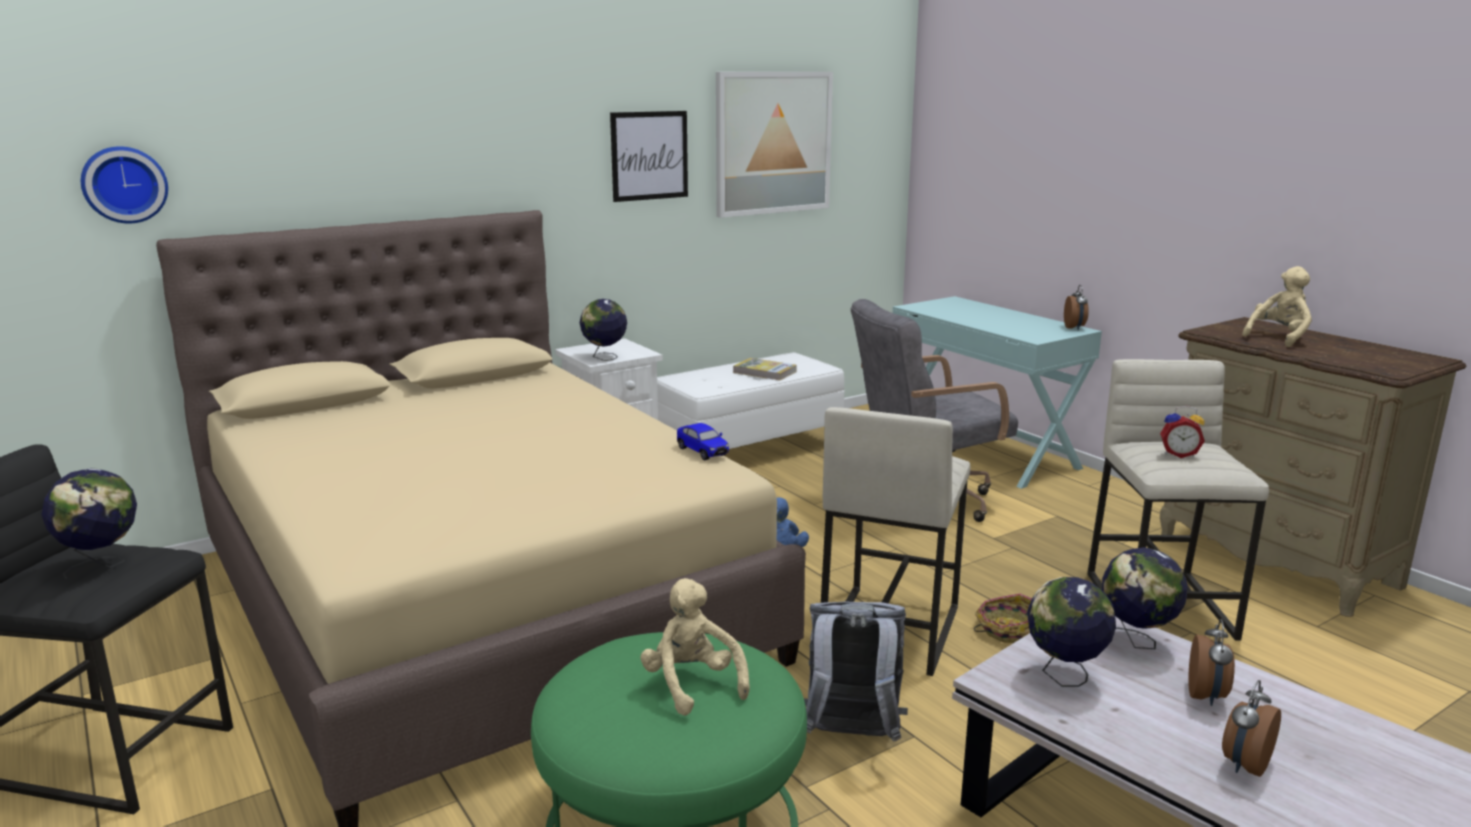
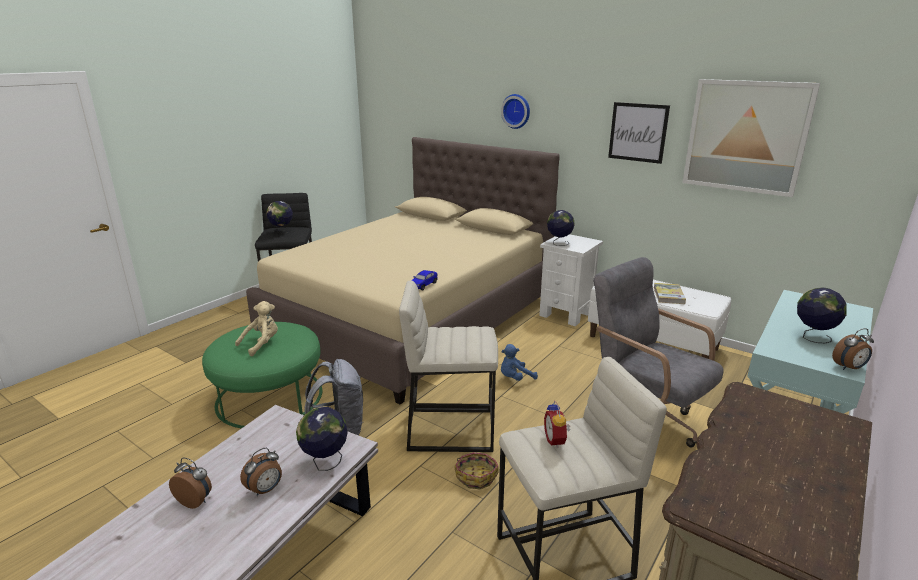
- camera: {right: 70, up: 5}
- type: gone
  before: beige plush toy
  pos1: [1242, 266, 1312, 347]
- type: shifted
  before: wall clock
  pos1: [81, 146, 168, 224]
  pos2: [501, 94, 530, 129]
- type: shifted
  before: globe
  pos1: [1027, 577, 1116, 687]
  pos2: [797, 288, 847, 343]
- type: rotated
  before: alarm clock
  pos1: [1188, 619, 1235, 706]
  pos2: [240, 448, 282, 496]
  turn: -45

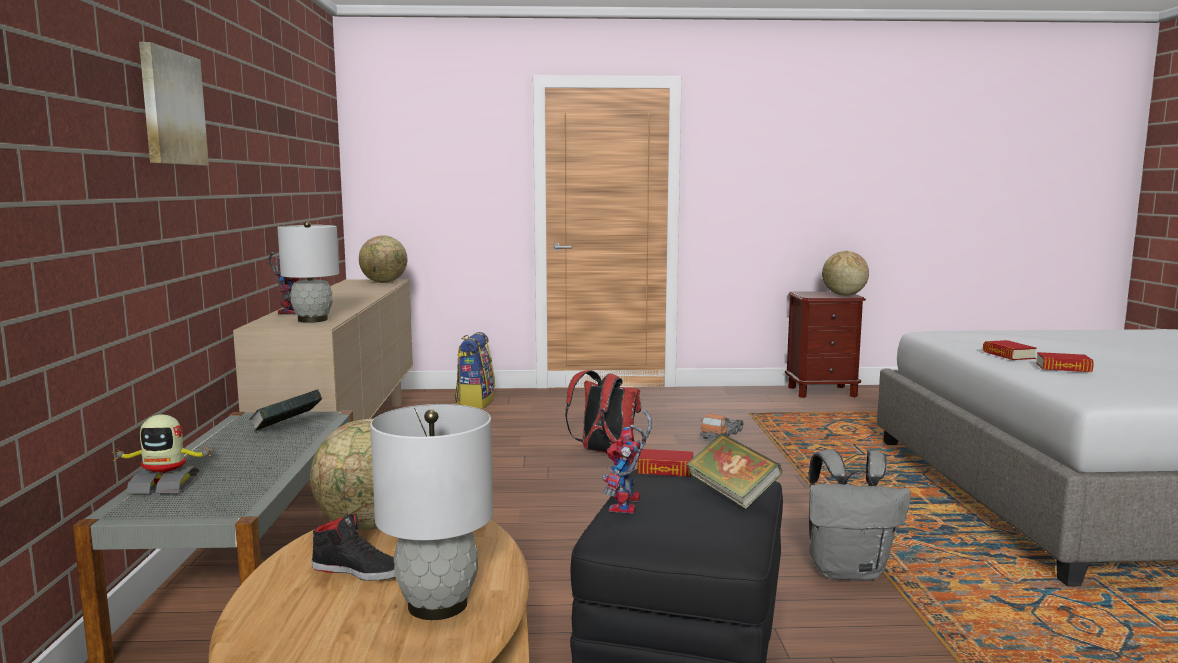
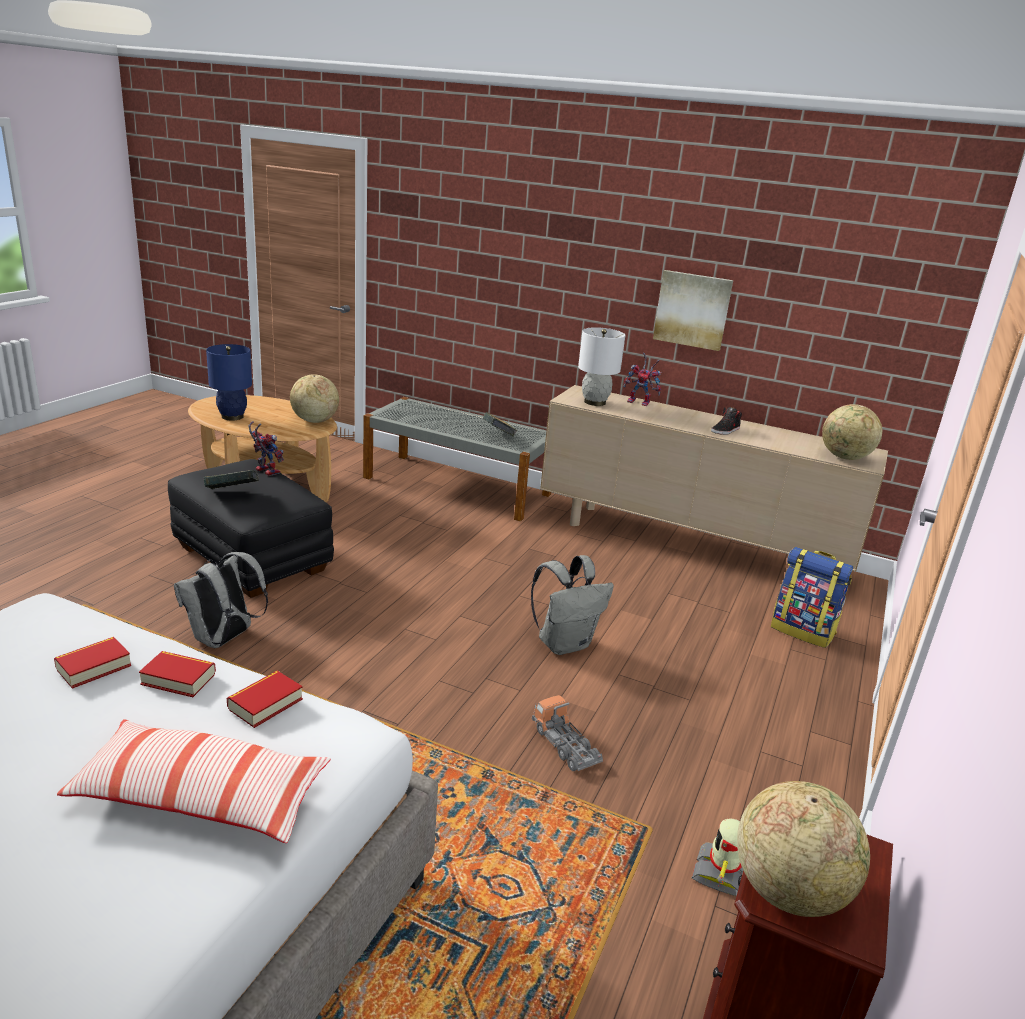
- camera: {right: 115, up: 15}
- type: new
  after: pillow
  pos2: [57, 719, 331, 843]
- type: shifted
  before: toy robot
  pos1: [112, 414, 212, 494]
  pos2: [692, 818, 743, 896]
- type: shifted
  before: picture
  pos1: [139, 42, 209, 165]
  pos2: [653, 270, 733, 351]
- type: shifted
  before: black shoe
  pos1: [311, 513, 395, 581]
  pos2: [711, 407, 742, 435]
- type: shifted
  before: book
  pos1: [637, 449, 693, 477]
  pos2: [227, 670, 303, 728]
- type: repainted
  before: white table lamp
  after: blue table lamp
  pos1: [370, 404, 493, 620]
  pos2: [206, 344, 252, 421]
- type: repainted
  before: red backpack
  after: grey backpack
  pos1: [565, 370, 641, 453]
  pos2: [531, 555, 614, 655]

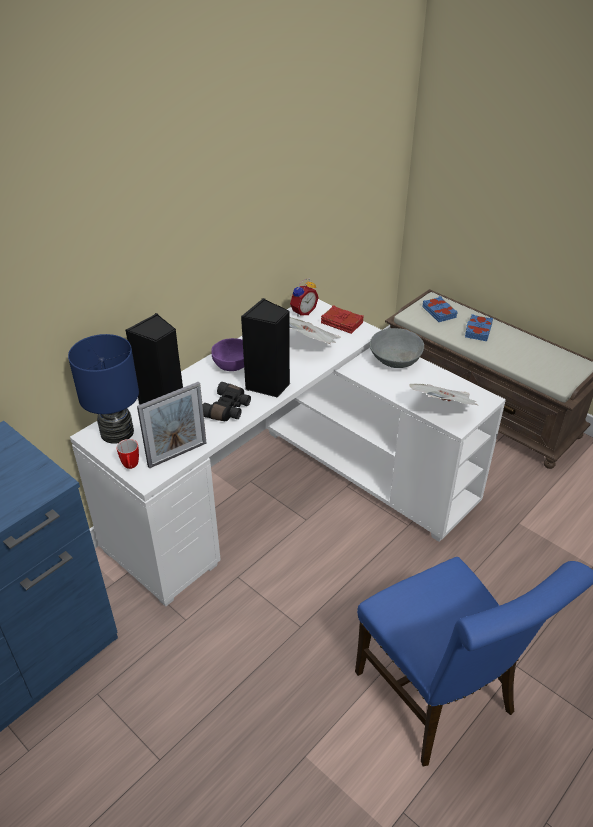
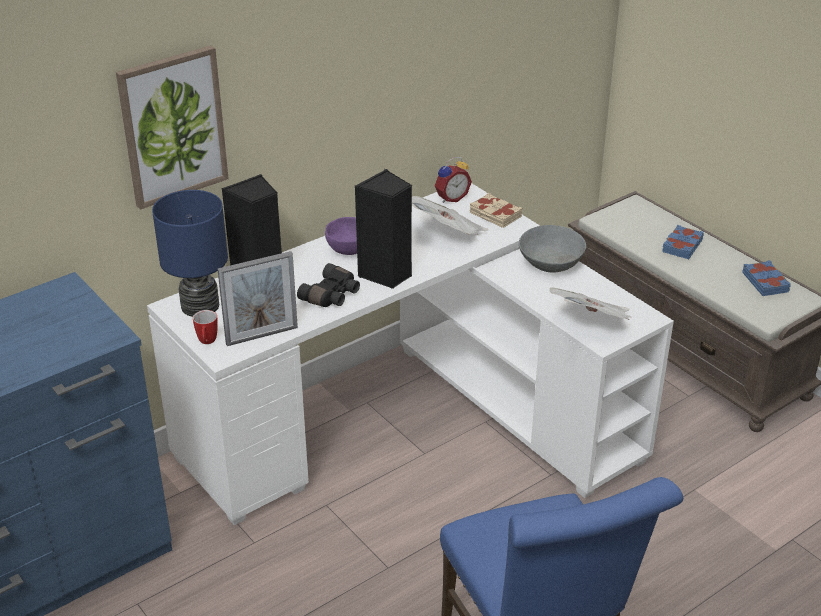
- camera: {right: 10, up: -5}
- type: new
  after: picture
  pos2: [116, 45, 229, 210]
- type: shifted
  before: blue book
  pos1: [422, 296, 458, 322]
  pos2: [742, 260, 791, 296]
- type: repainted
  before: red book
  after: beige book
  pos1: [321, 305, 363, 334]
  pos2: [470, 193, 522, 228]

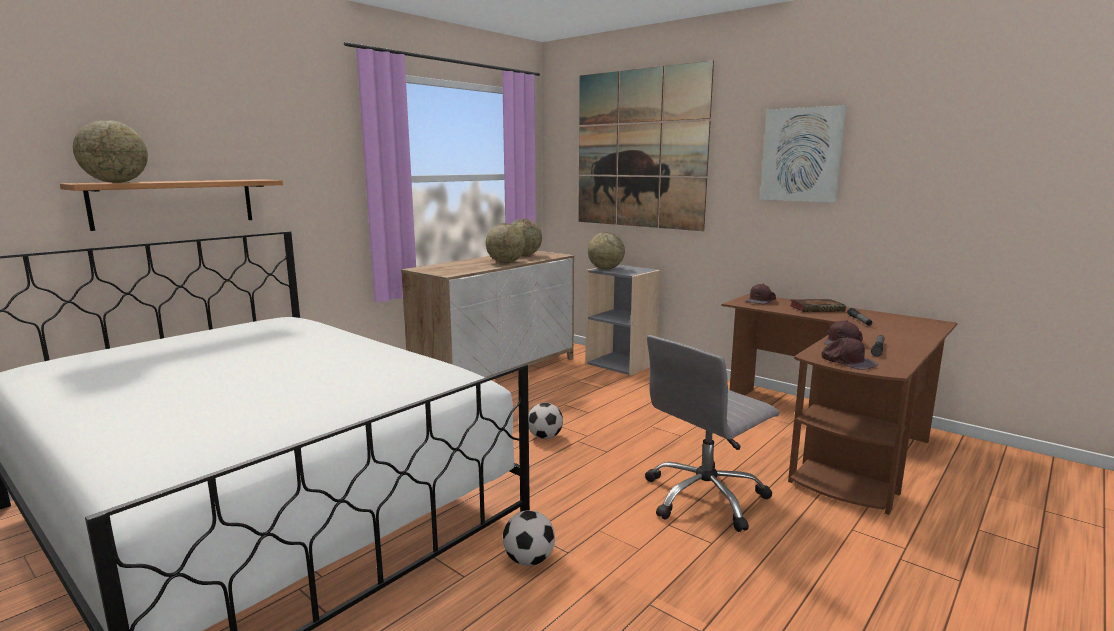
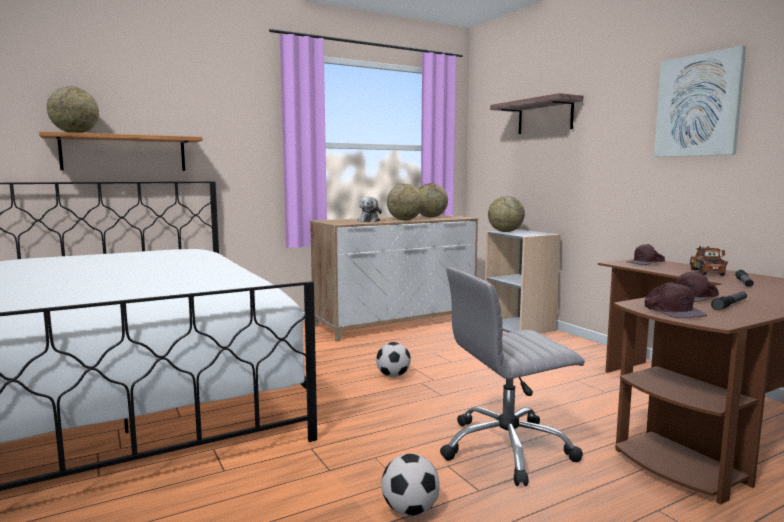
- camera: {right: 20, up: -5}
- type: new
  after: plush toy
  pos2: [357, 197, 382, 222]
- type: shifted
  before: football
  pos1: [503, 510, 555, 566]
  pos2: [381, 453, 440, 516]
- type: swapped
  before: picture
  after: shelf
  pos1: [578, 60, 714, 231]
  pos2: [490, 93, 583, 134]
- type: swapped
  before: book
  after: toy truck
  pos1: [789, 299, 846, 312]
  pos2: [690, 245, 728, 276]

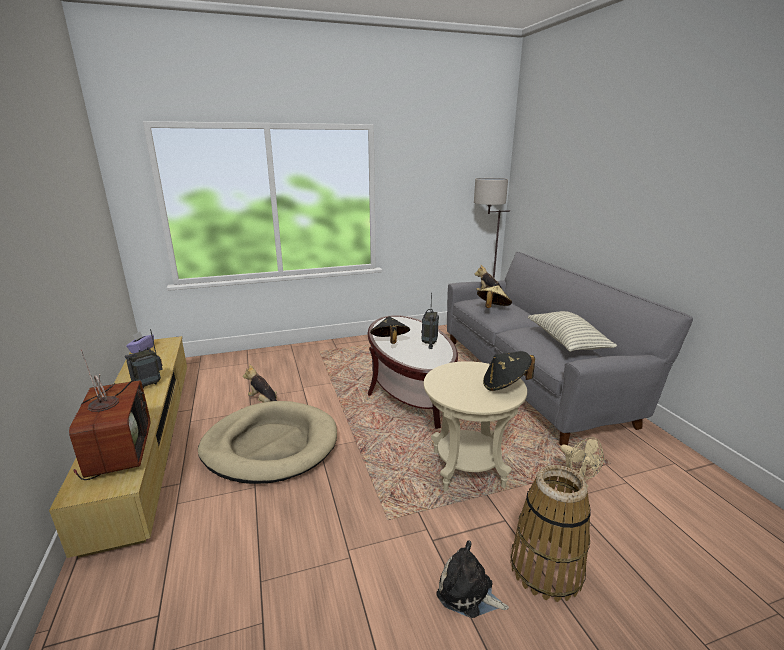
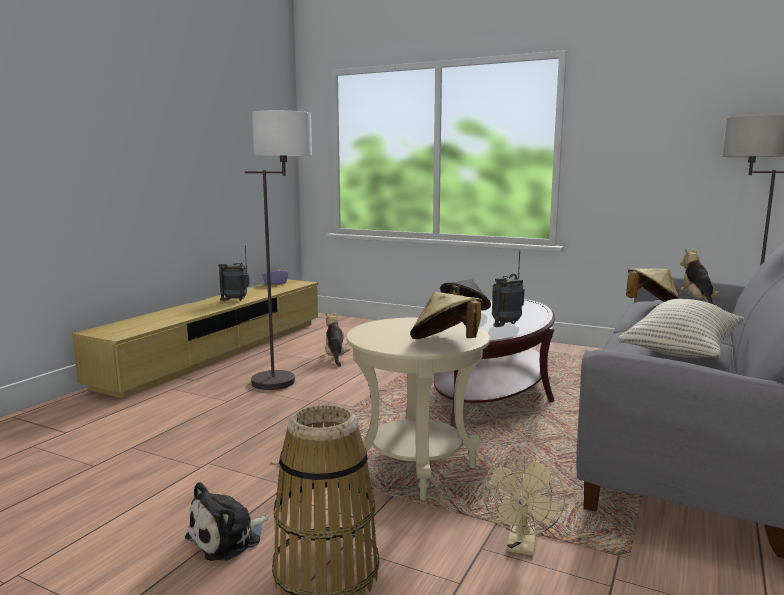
- camera: {right: 45, up: -10}
- type: gone
  before: television
  pos1: [69, 349, 150, 480]
- type: swapped
  before: beige dog bed
  after: white floor lamp
  pos1: [198, 401, 337, 484]
  pos2: [245, 110, 312, 390]
- type: repainted
  before: black hat
  after: beige hat
  pos1: [483, 351, 535, 391]
  pos2: [410, 292, 483, 339]
- type: rotated
  before: plush toy
  pos1: [437, 540, 509, 618]
  pos2: [185, 482, 269, 561]
  turn: -120

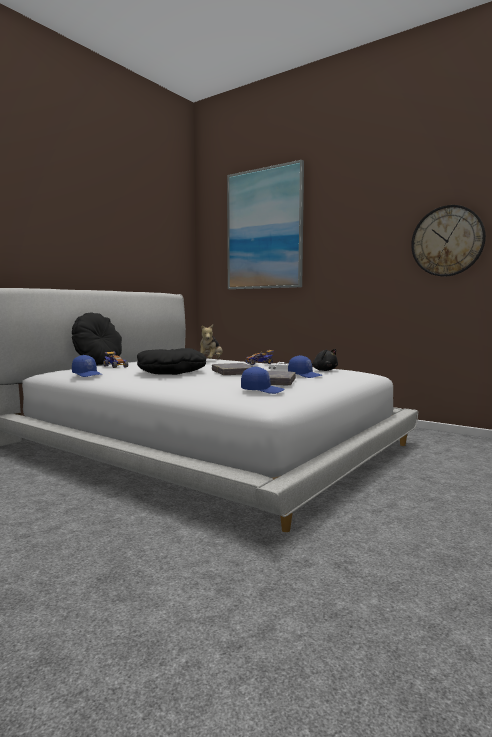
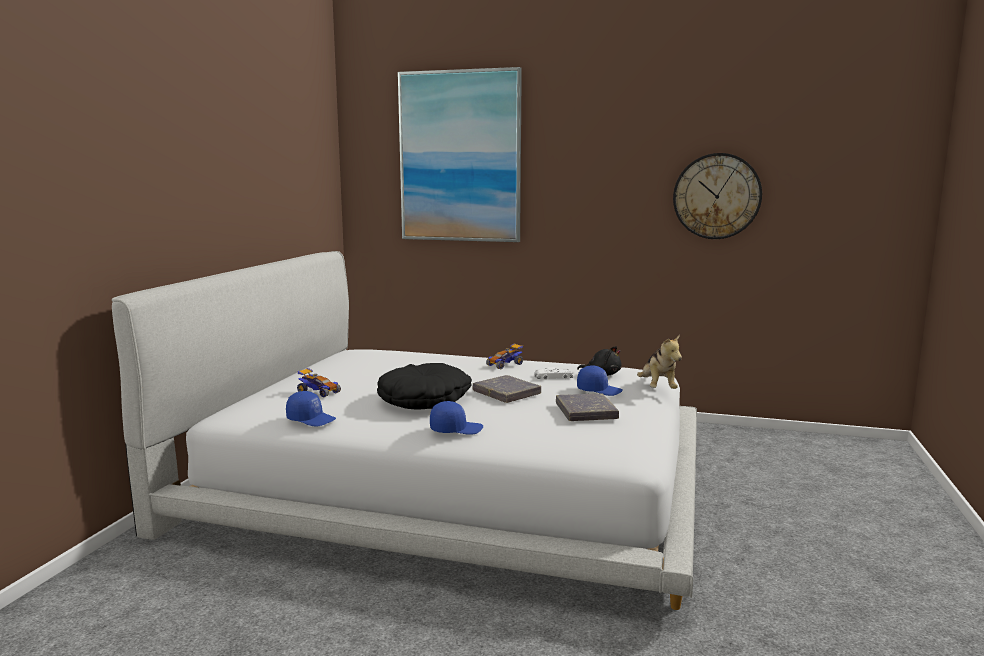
- camera: {right: -20, up: 5}
- type: gone
  before: black pillow
  pos1: [72, 312, 122, 366]
- type: shifted
  before: plush toy
  pos1: [200, 324, 223, 359]
  pos2: [637, 334, 682, 389]
- type: shifted
  before: blue cap
  pos1: [241, 366, 285, 394]
  pos2: [430, 401, 483, 435]

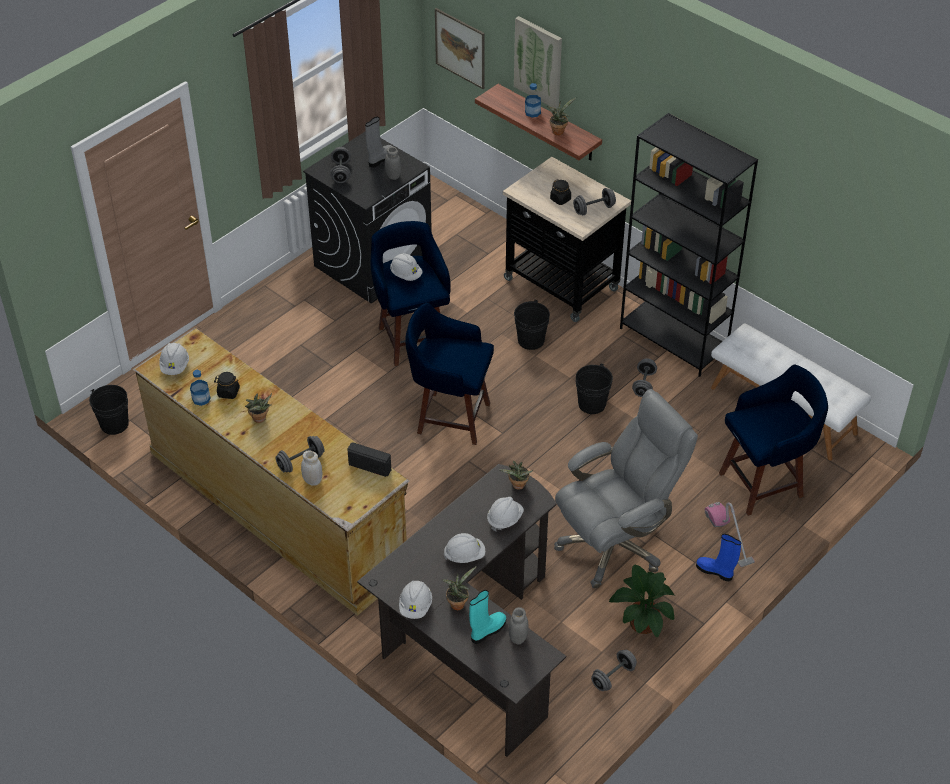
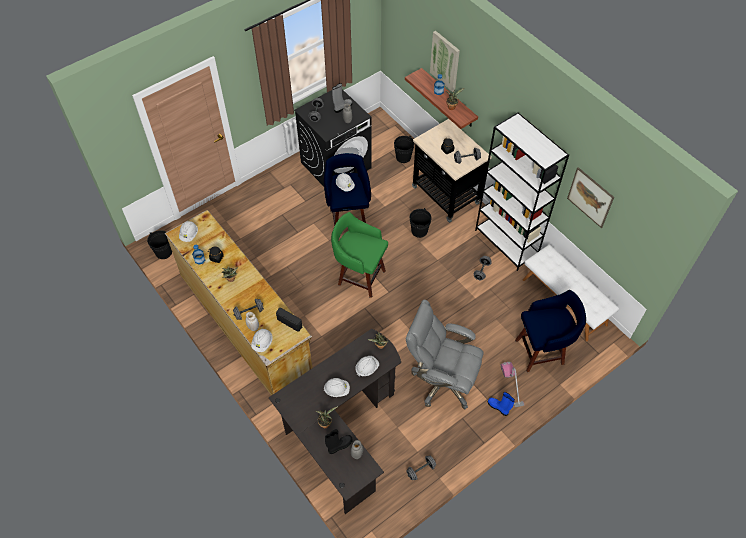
- camera: {right: 10, up: 10}
- type: gone
  before: potted plant
  pos1: [609, 565, 674, 637]
- type: shifted
  before: white hard hat
  pos1: [399, 580, 432, 619]
  pos2: [251, 329, 273, 352]
- type: shifted
  before: picture
  pos1: [435, 8, 485, 89]
  pos2: [567, 167, 614, 228]
- type: shifted
  before: black bucket
  pos1: [576, 364, 613, 414]
  pos2: [394, 136, 415, 163]
- type: repainted
  before: blue stool
  after: green stool
  pos1: [405, 302, 494, 445]
  pos2: [331, 212, 388, 298]
- type: repainted
  before: turquoise boot
  after: black boot
  pos1: [469, 590, 506, 644]
  pos2: [325, 429, 353, 454]
- type: repainted
  before: black bookcase
  after: white bookcase
  pos1: [620, 113, 758, 377]
  pos2: [475, 113, 569, 271]
- type: rotated
  before: grey office chair
  pos1: [554, 389, 698, 588]
  pos2: [406, 300, 484, 409]
  turn: -135

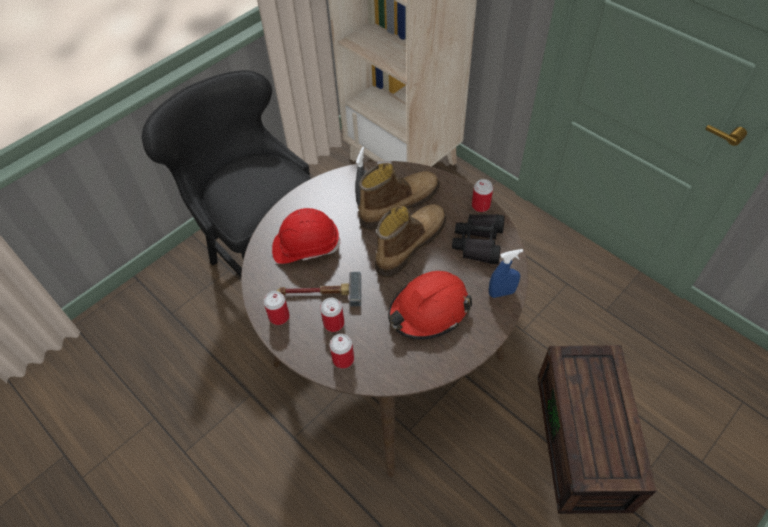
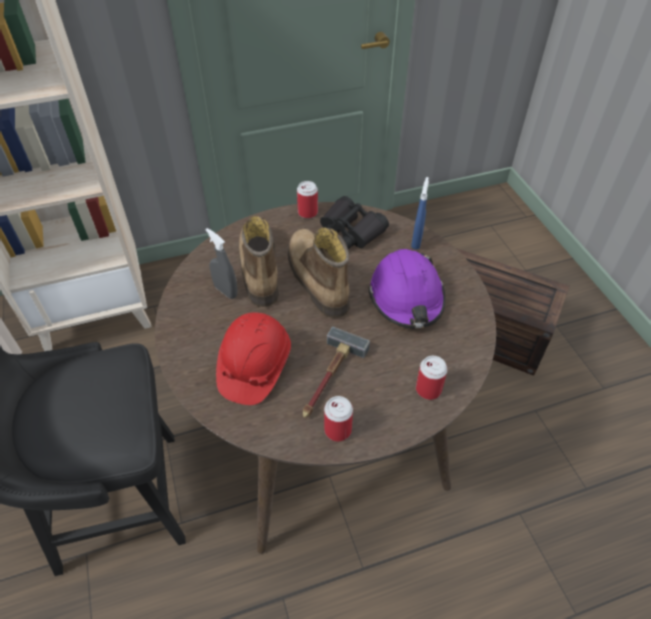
- camera: {right: -65, up: -5}
- type: gone
  before: can
  pos1: [320, 298, 344, 332]
- type: repainted
  before: red hard hat
  after: purple hard hat
  pos1: [388, 271, 472, 339]
  pos2: [369, 249, 445, 329]

